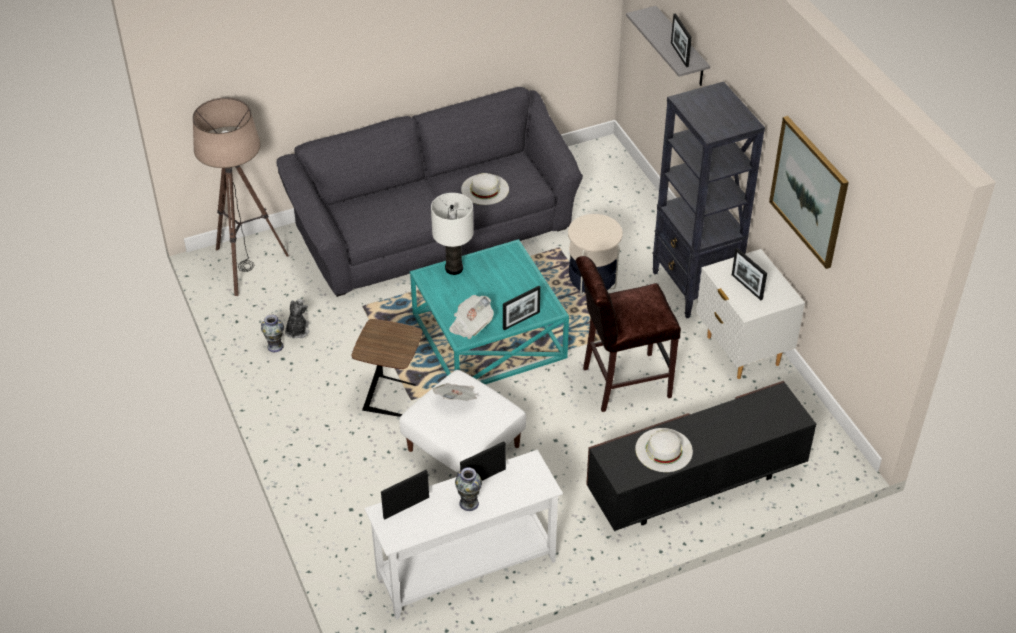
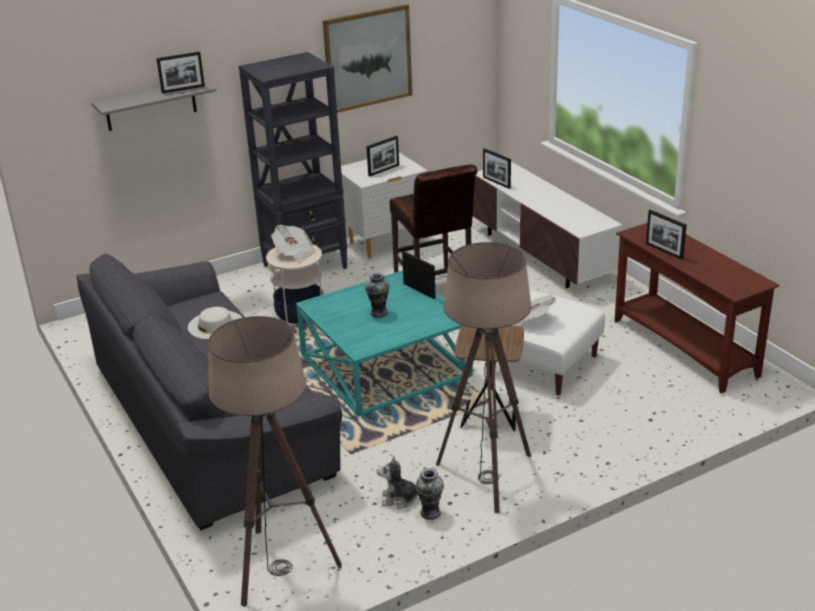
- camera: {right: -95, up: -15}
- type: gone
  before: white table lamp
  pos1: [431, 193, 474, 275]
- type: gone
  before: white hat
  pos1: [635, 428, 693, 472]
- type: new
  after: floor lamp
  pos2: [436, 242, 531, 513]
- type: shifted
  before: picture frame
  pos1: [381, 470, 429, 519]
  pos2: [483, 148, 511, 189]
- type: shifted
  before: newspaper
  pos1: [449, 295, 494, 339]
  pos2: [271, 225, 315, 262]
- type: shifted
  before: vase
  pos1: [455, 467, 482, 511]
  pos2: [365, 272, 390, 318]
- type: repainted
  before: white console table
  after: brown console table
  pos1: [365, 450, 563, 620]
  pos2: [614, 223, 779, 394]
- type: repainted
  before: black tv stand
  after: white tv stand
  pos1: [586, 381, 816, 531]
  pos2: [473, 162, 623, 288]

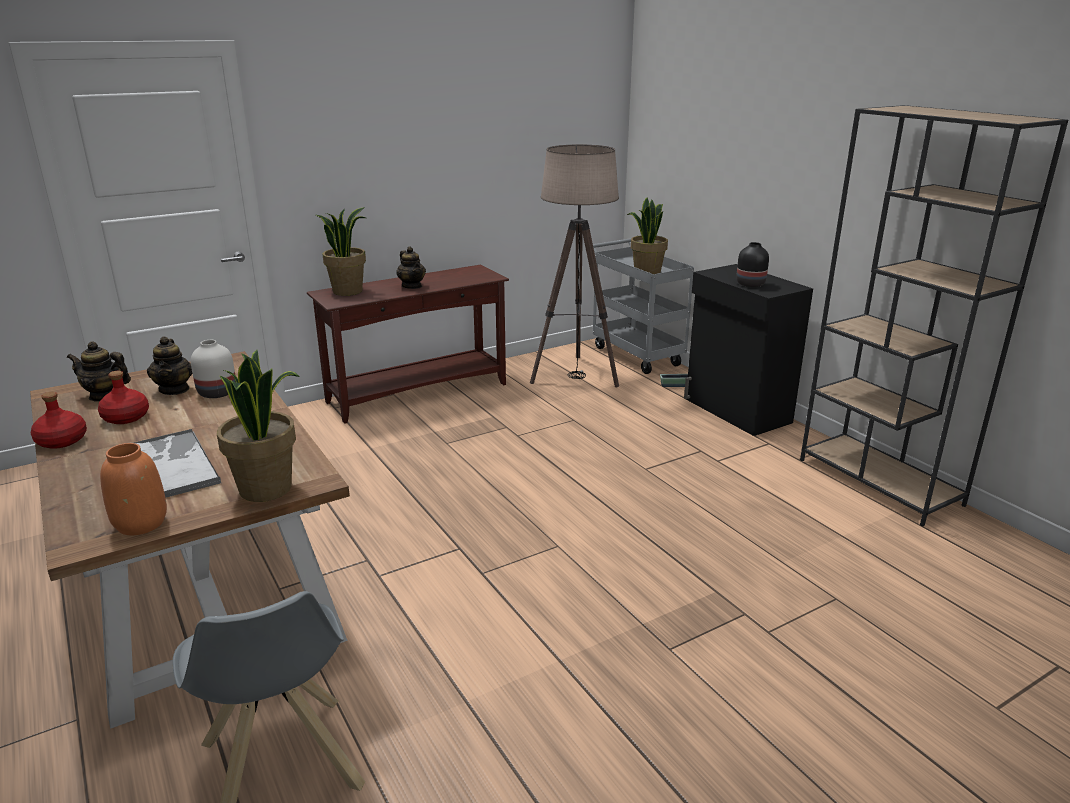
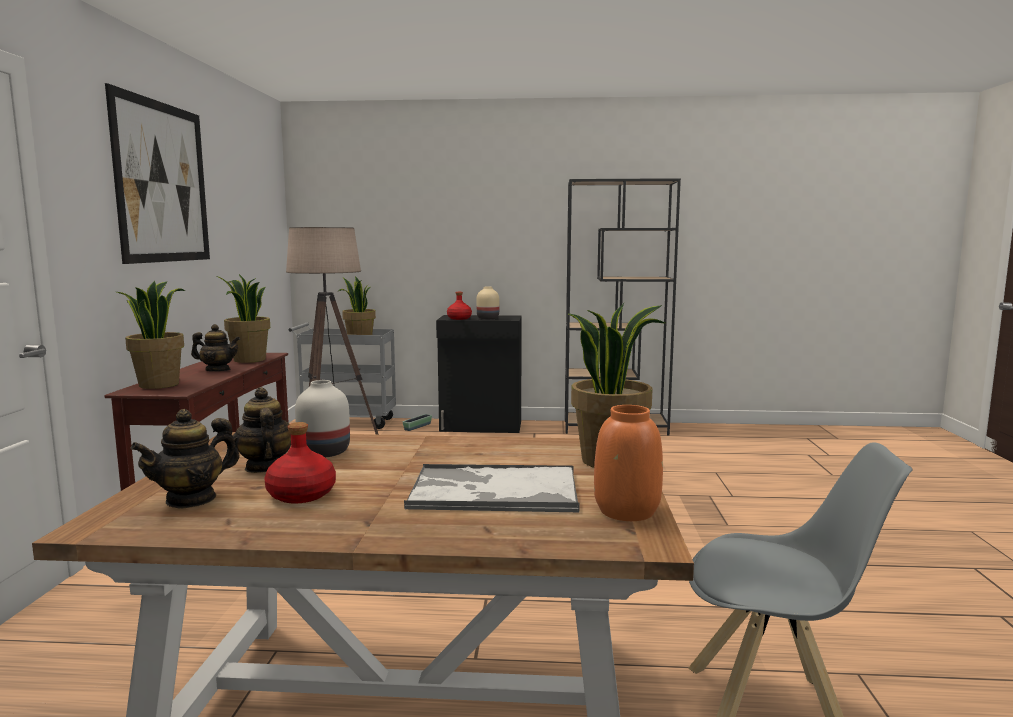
- camera: {right: -55, up: -15}
- type: new
  after: picture
  pos2: [105, 83, 210, 264]
- type: new
  after: potted plant
  pos2: [217, 274, 270, 363]
- type: shifted
  before: red bottle
  pos1: [31, 392, 87, 449]
  pos2: [447, 292, 472, 320]
- type: repainted
  before: black vase
  after: beige vase
  pos1: [736, 242, 769, 287]
  pos2: [477, 287, 499, 320]
- type: rotated
  before: teapot
  pos1: [147, 336, 192, 395]
  pos2: [232, 387, 291, 473]
  turn: -135

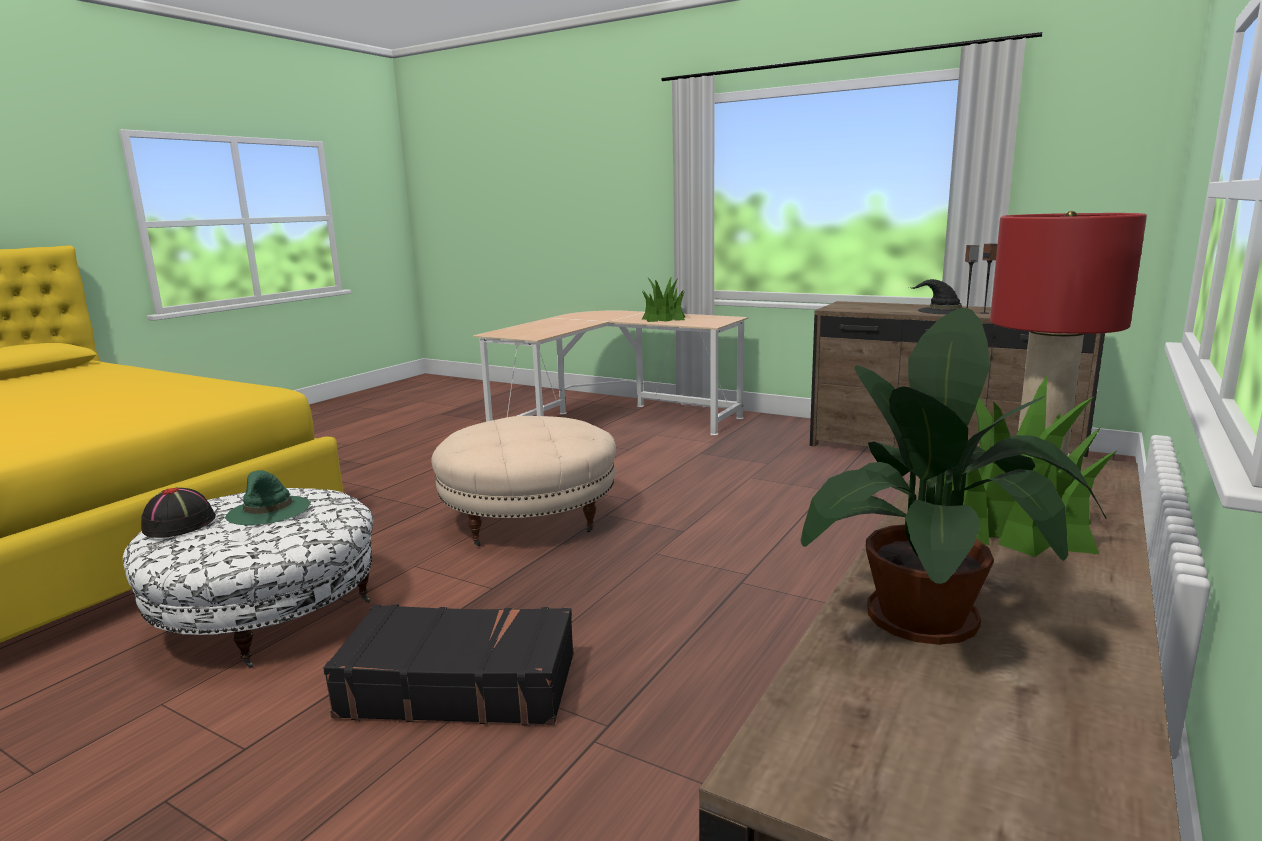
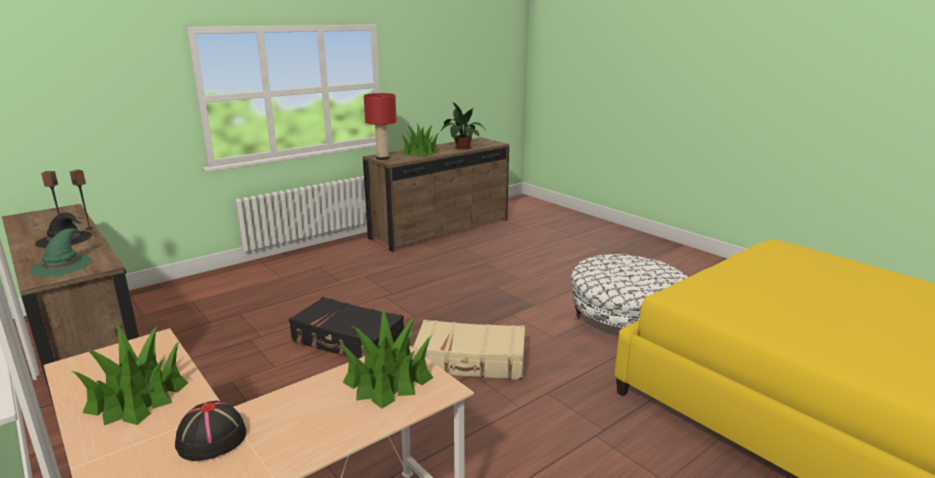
- camera: {right: -160, up: 5}
- type: new
  after: potted plant
  pos2: [339, 308, 433, 409]
- type: shifted
  before: black hat
  pos1: [141, 487, 216, 538]
  pos2: [175, 401, 246, 461]
- type: shifted
  before: green hat
  pos1: [226, 470, 310, 525]
  pos2: [29, 228, 92, 277]
- type: shifted
  before: black suitcase
  pos1: [323, 604, 574, 726]
  pos2: [289, 297, 404, 359]
- type: swapped
  before: beige ottoman
  after: beige suitcase
  pos1: [431, 416, 616, 546]
  pos2: [412, 320, 525, 380]

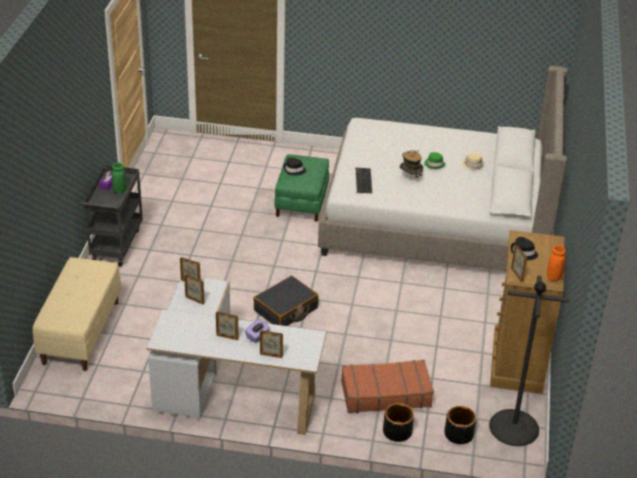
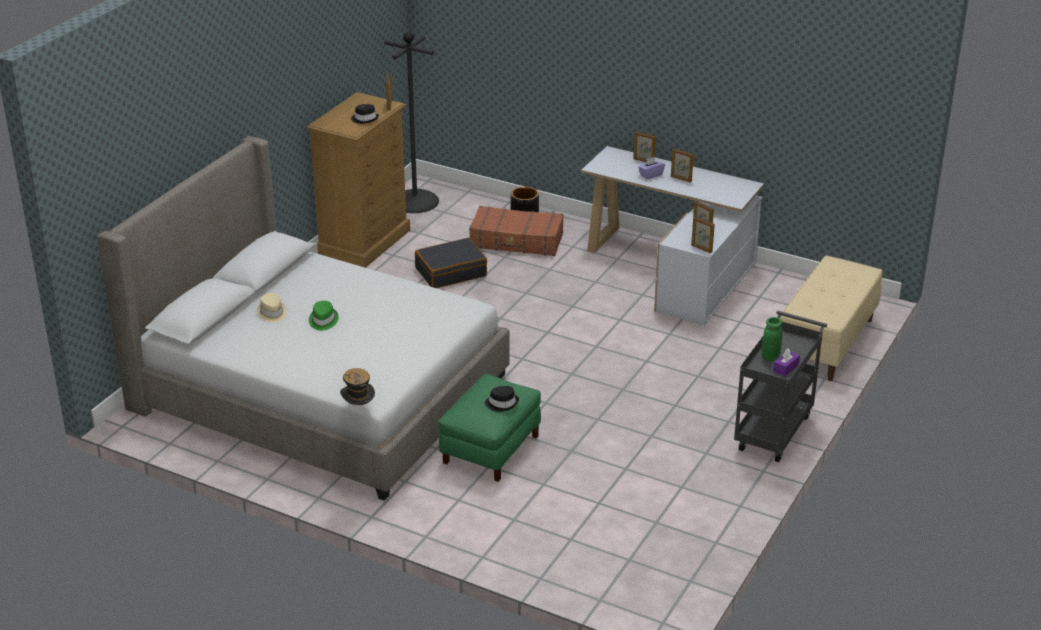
- camera: {right: -160, up: -5}
- type: gone
  before: keyboard
  pos1: [356, 168, 372, 193]
- type: gone
  before: black planter
  pos1: [444, 406, 476, 444]
- type: gone
  before: orange vase
  pos1: [547, 245, 566, 281]
- type: shifted
  before: black suitcase
  pos1: [253, 276, 319, 326]
  pos2: [415, 238, 487, 288]
- type: shifted
  before: hat
  pos1: [400, 150, 423, 178]
  pos2: [340, 368, 375, 405]

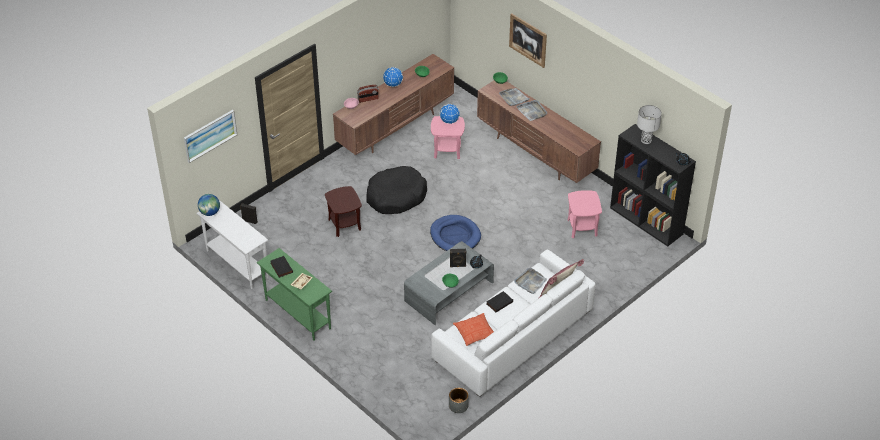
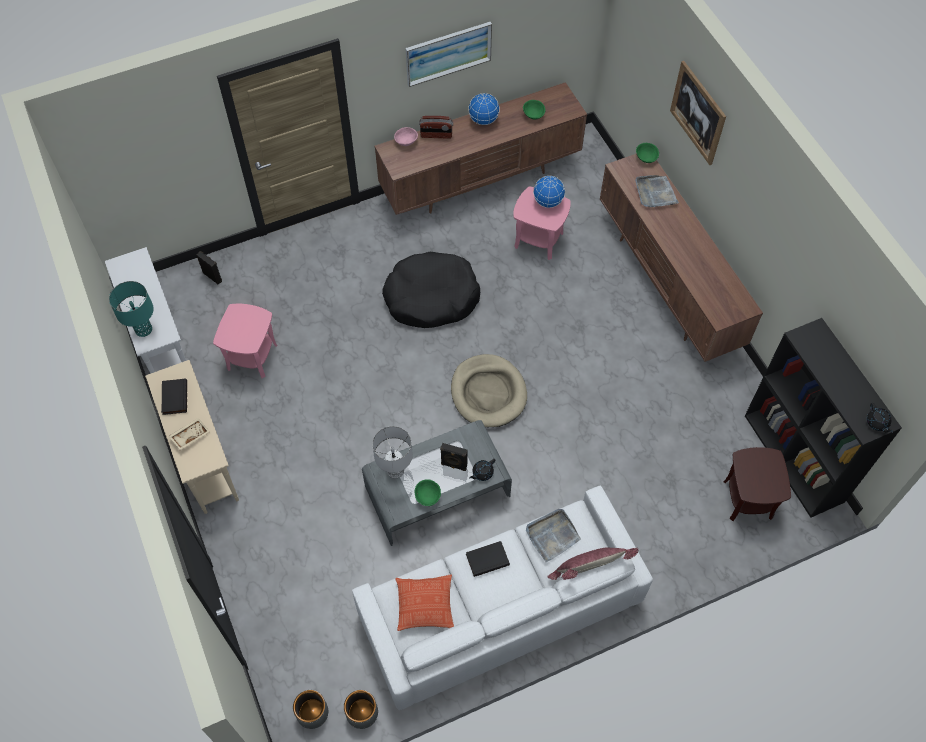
- camera: {right: 20, up: 15}
- type: gone
  before: globe
  pos1: [198, 194, 220, 216]
- type: gone
  before: grey tray
  pos1: [516, 100, 547, 121]
- type: new
  after: turquoise table lamp
  pos2: [109, 281, 154, 337]
- type: new
  after: grey planter
  pos2: [293, 690, 328, 729]
- type: shifted
  before: picture
  pos1: [184, 110, 237, 163]
  pos2: [405, 22, 492, 87]
- type: shifted
  before: brown side table
  pos1: [325, 186, 362, 237]
  pos2: [724, 447, 791, 521]
- type: shifted
  before: pink side table
  pos1: [567, 190, 602, 239]
  pos2: [213, 304, 277, 378]
- type: shifted
  before: white table lamp
  pos1: [637, 105, 662, 144]
  pos2: [372, 426, 413, 479]
- type: repainted
  before: green console table
  after: beige console table
  pos1: [257, 248, 332, 341]
  pos2: [145, 360, 239, 514]
- type: repainted
  before: blue dog bed
  after: beige dog bed
  pos1: [430, 215, 481, 251]
  pos2: [451, 354, 527, 427]

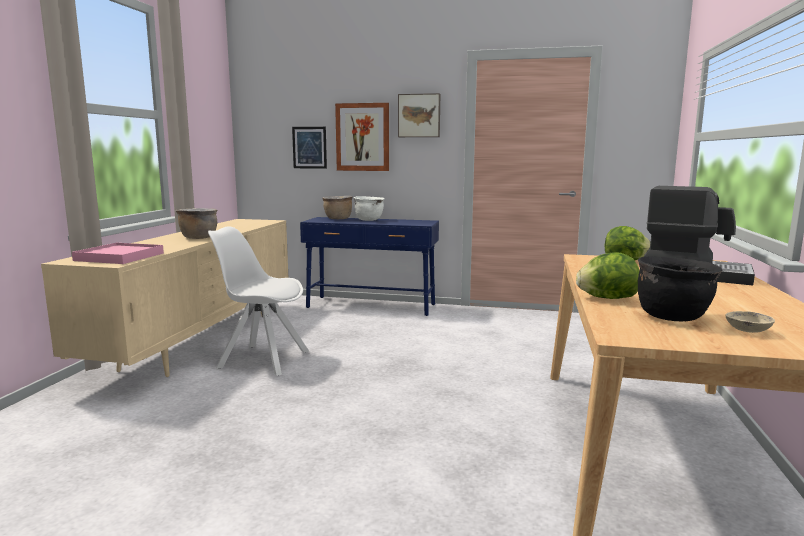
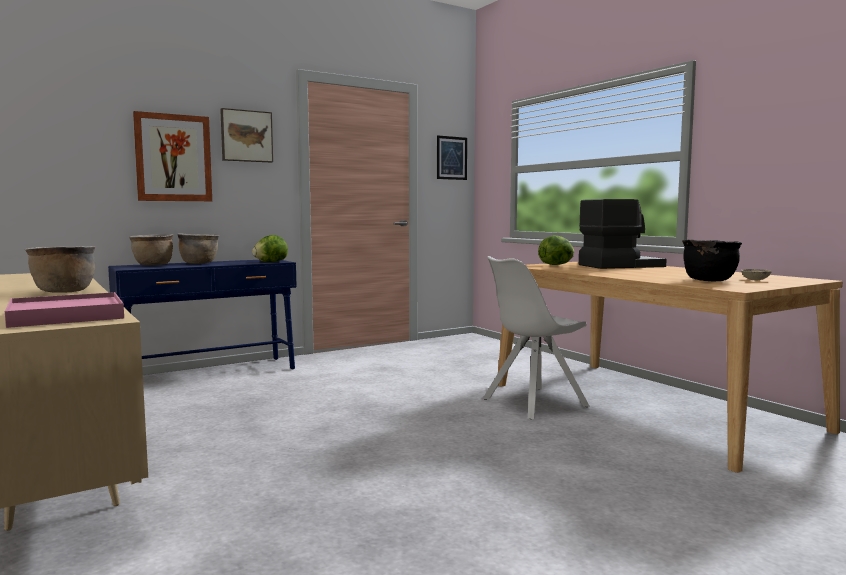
- camera: {right: -45, up: -5}
- type: shifted
  before: white chair
  pos1: [208, 226, 310, 376]
  pos2: [482, 256, 590, 419]
- type: shifted
  before: picture
  pos1: [292, 127, 327, 169]
  pos2: [437, 135, 467, 180]
- type: shifted
  before: lettuce
  pos1: [576, 252, 639, 299]
  pos2: [252, 235, 288, 262]
- type: repainted
  before: white cooking pot
  after: brown cooking pot
  pos1: [354, 196, 385, 221]
  pos2: [177, 233, 219, 264]

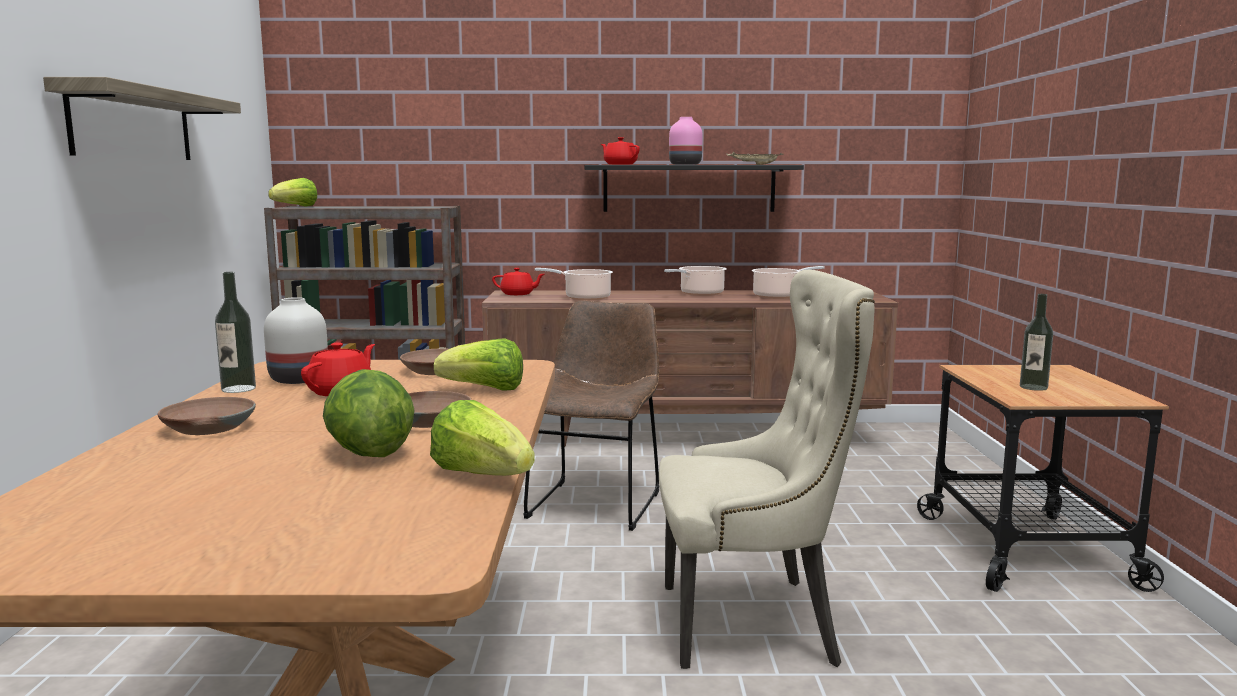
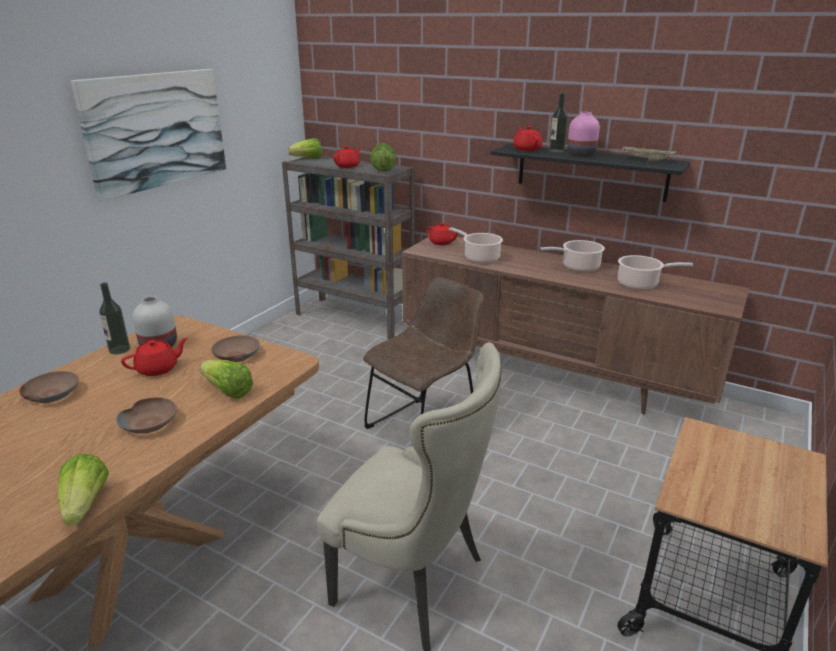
- camera: {right: 30, up: 15}
- type: new
  after: red teapot
  pos2: [333, 146, 361, 168]
- type: shifted
  before: lettuce
  pos1: [323, 369, 414, 457]
  pos2: [370, 143, 397, 172]
- type: shifted
  before: bottle
  pos1: [1020, 294, 1053, 391]
  pos2: [549, 93, 568, 152]
- type: swapped
  before: shelf
  after: picture
  pos1: [43, 77, 241, 160]
  pos2: [70, 69, 226, 201]

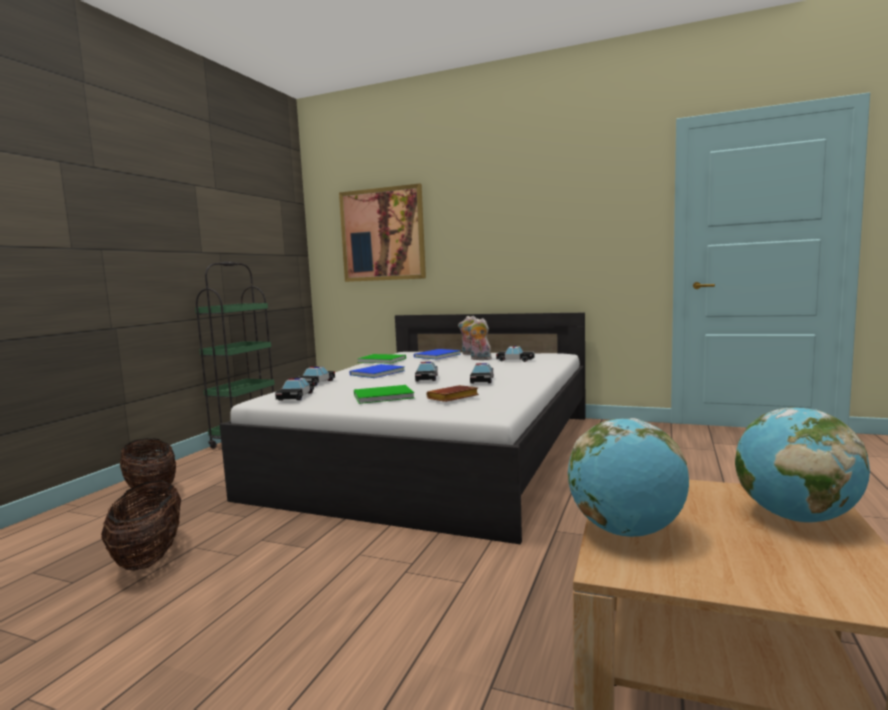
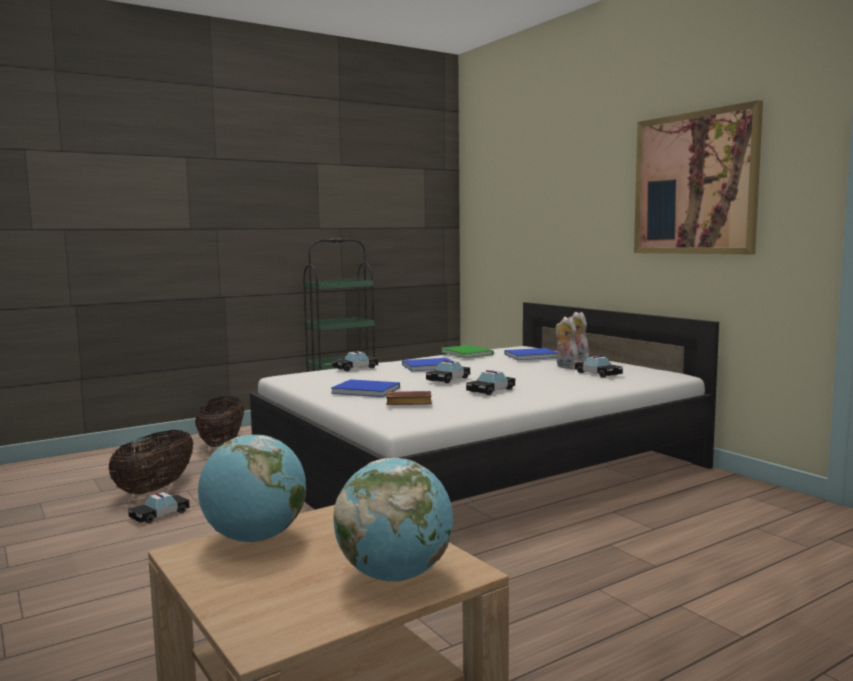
- camera: {right: 35, up: 0}
- type: shifted
  before: toy car
  pos1: [275, 378, 314, 401]
  pos2: [128, 492, 190, 523]
- type: shifted
  before: picture
  pos1: [339, 183, 426, 282]
  pos2: [634, 100, 763, 254]
- type: repainted
  before: green book
  after: blue book
  pos1: [354, 385, 414, 404]
  pos2: [331, 379, 400, 397]

